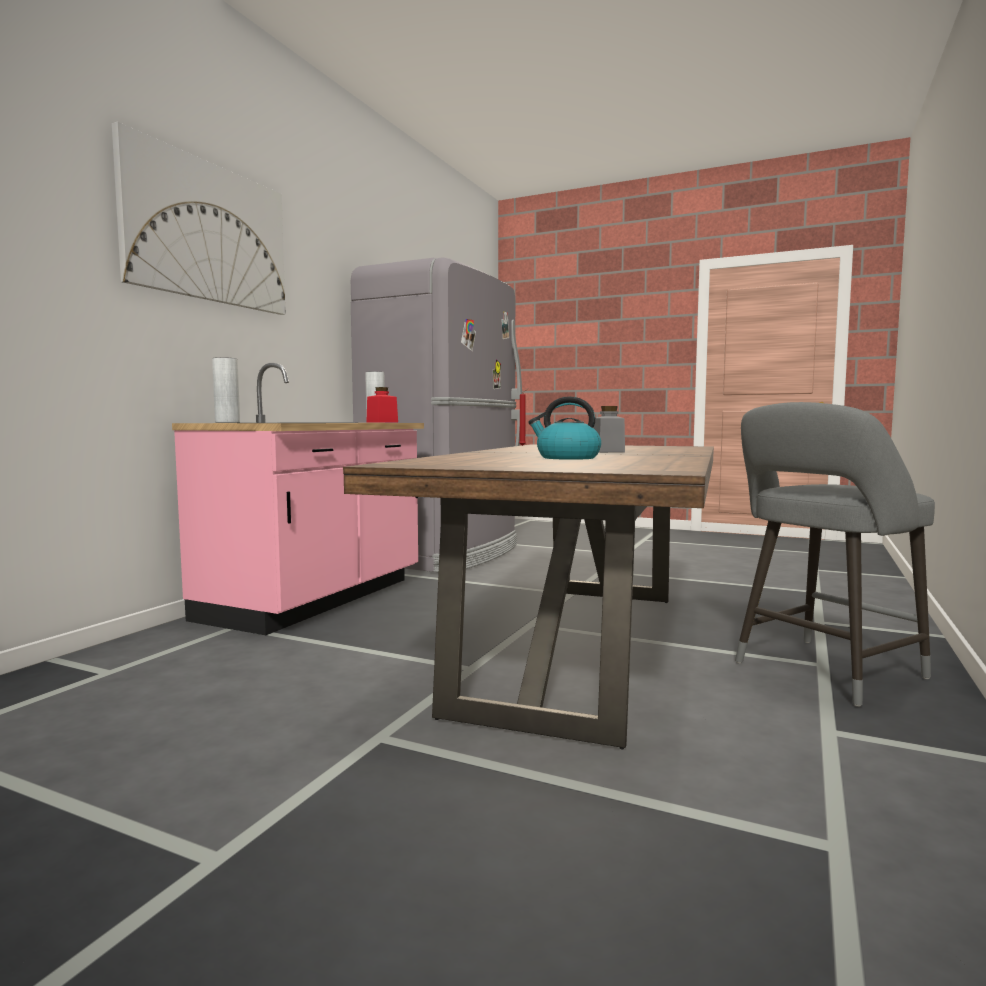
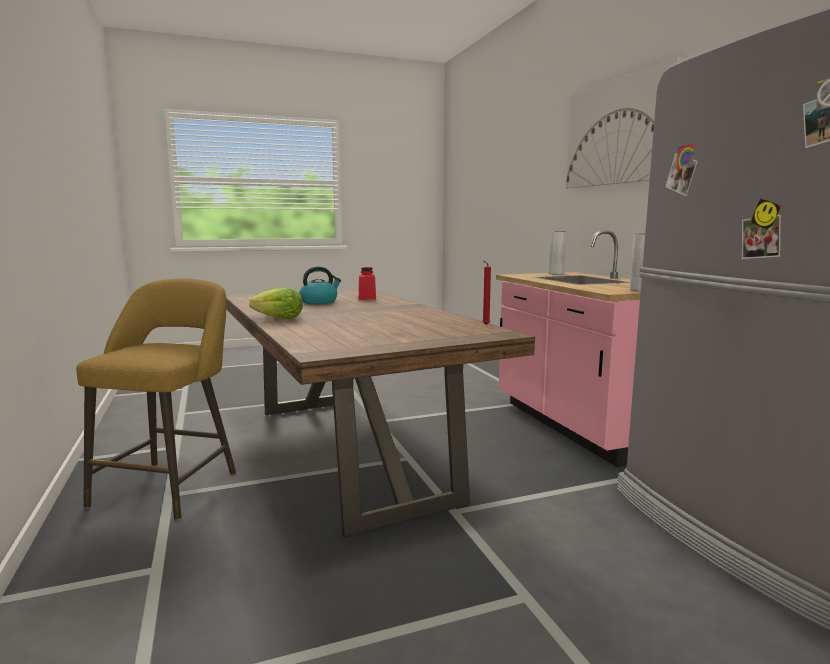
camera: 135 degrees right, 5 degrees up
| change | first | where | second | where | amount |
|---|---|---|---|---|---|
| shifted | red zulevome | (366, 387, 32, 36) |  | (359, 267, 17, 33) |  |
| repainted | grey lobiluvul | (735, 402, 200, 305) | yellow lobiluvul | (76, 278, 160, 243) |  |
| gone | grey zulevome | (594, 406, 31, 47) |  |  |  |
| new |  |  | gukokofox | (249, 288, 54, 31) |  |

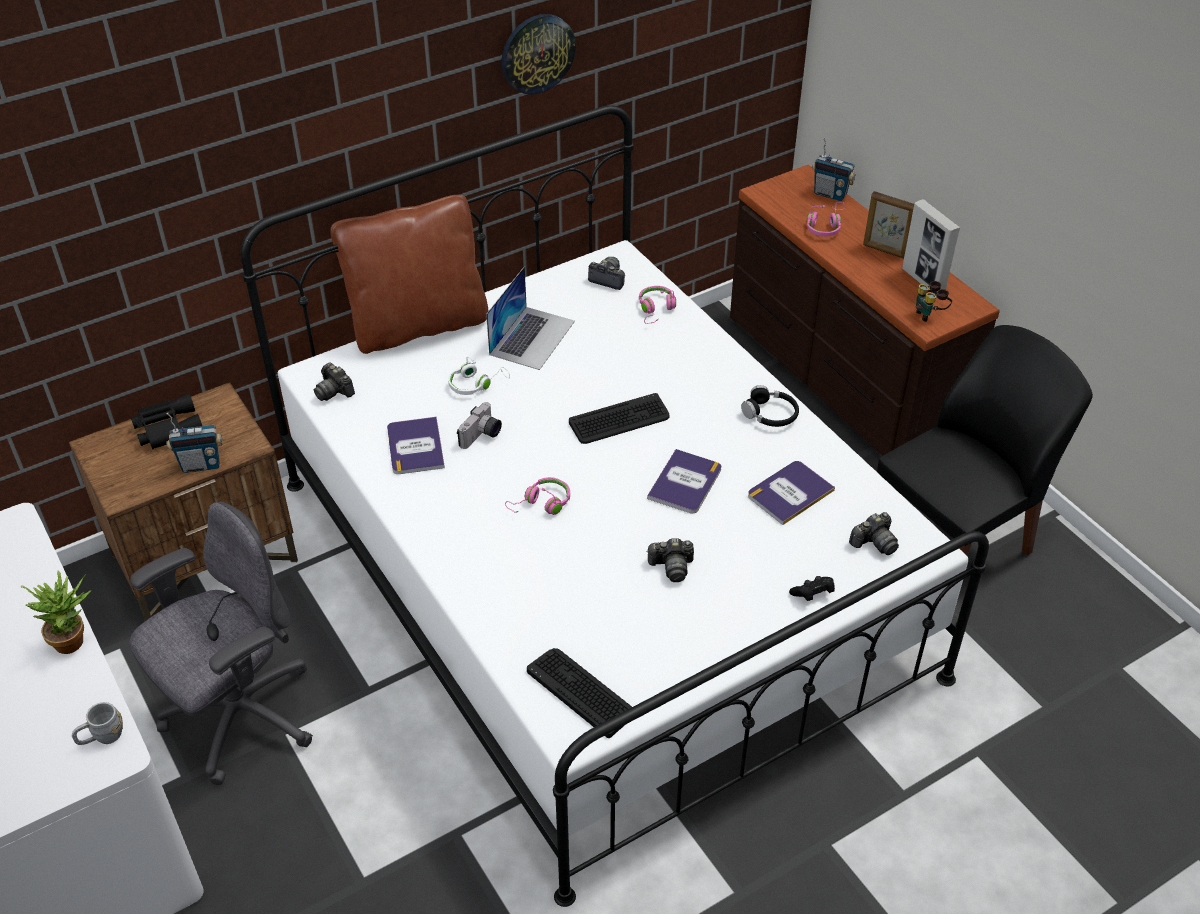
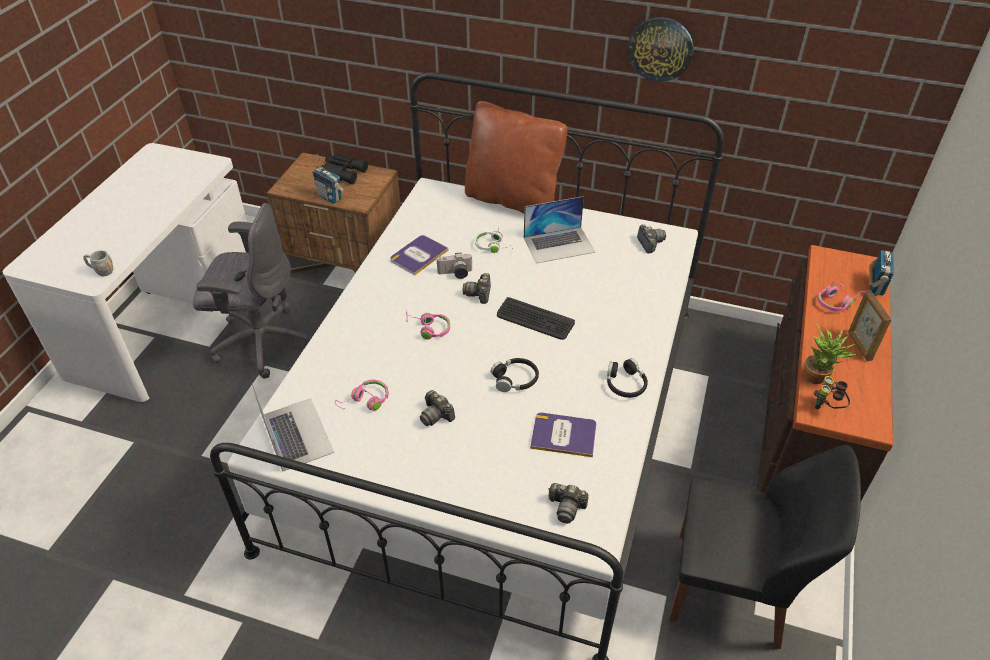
camera: 50 degrees right, 0 degrees up
| change | first | where | second | where | amount |
|---|---|---|---|---|---|
| rotated | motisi | (812, 138, 43, 63) |  | (869, 250, 25, 46) | 150 degrees counterclockwise |
| gone | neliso | (902, 199, 58, 97) |  |  |  |
| shifted | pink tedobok | (639, 286, 37, 38) |  | (335, 380, 54, 31) |  |
| shifted | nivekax | (314, 362, 41, 39) |  | (463, 273, 28, 31) |  |
| swapped | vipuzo | (647, 449, 74, 64) | black tedobok | (490, 358, 49, 34) |  |
| shifted | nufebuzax | (21, 570, 71, 84) |  | (804, 324, 54, 60) |  |
| gone | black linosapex | (789, 576, 46, 25) |  |  |  |
| swapped | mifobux | (527, 648, 105, 90) | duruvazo | (252, 383, 82, 89) |  |

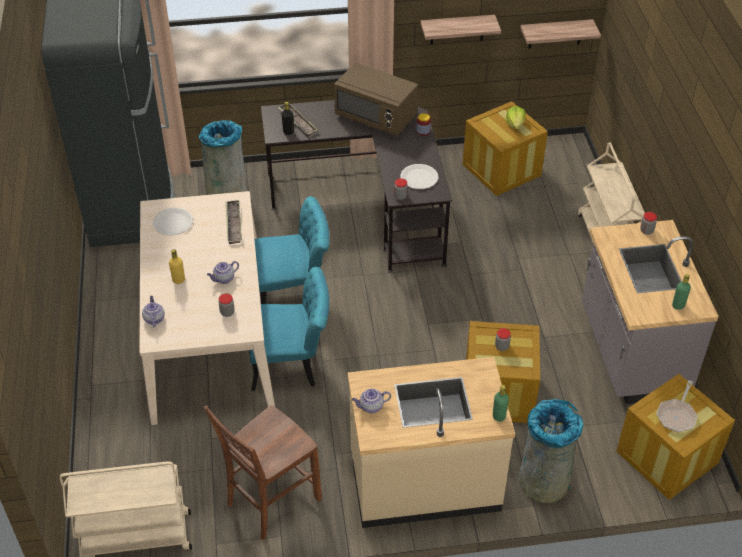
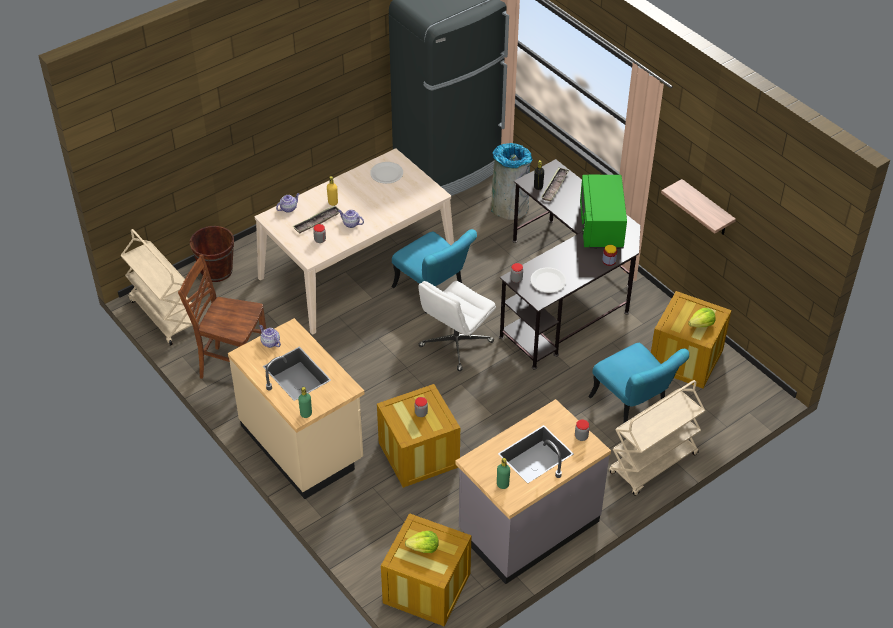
camera: 60 degrees right, 0 degrees up
| change | first | where | second | where | amount |
|---|---|---|---|---|---|
| gone | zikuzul | (521, 19, 80, 29) |  |  |  |
| repainted | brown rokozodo | (334, 63, 84, 73) | green rokozodo | (580, 175, 47, 74) |  |
| shifted | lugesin | (225, 200, 17, 44) |  | (293, 205, 47, 29) |  |
| shifted | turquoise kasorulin | (249, 267, 80, 124) |  | (588, 343, 101, 81) |  |
| swapped | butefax | (656, 380, 42, 52) | gukokofox | (405, 531, 34, 22) |  |
| gone | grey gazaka | (518, 399, 65, 104) |  |  |  |
| new |  |  | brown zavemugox | (190, 226, 44, 56) |  |
| new |  |  | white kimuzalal | (418, 281, 78, 90) |  |

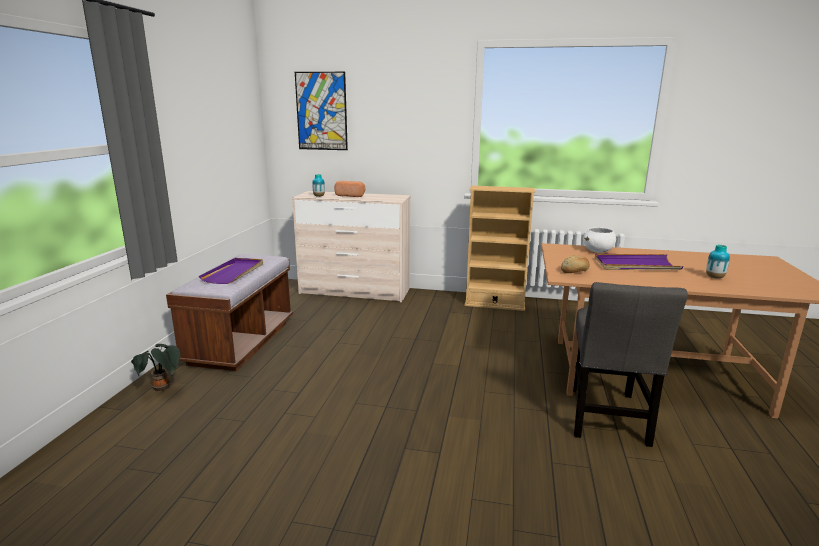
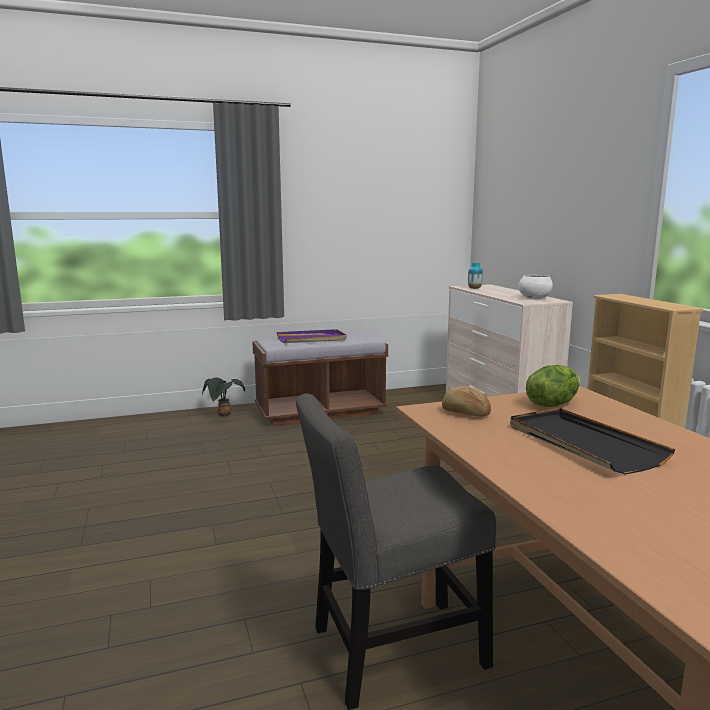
camera: 60 degrees right, 5 degrees down
| change | first | where | second | where | amount |
|---|---|---|---|---|---|
| gone | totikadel | (295, 72, 53, 78) |  |  |  |
| gone | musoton | (334, 181, 31, 16) |  |  |  |
| shifted | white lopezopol | (583, 227, 33, 26) |  | (518, 275, 35, 24) |  |
| gone | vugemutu | (706, 245, 24, 33) |  |  |  |
| repainted | purple lugesin | (595, 254, 88, 16) | black lugesin | (510, 408, 166, 66) |  |
| new |  |  | gukokofox | (526, 365, 54, 42) |  |

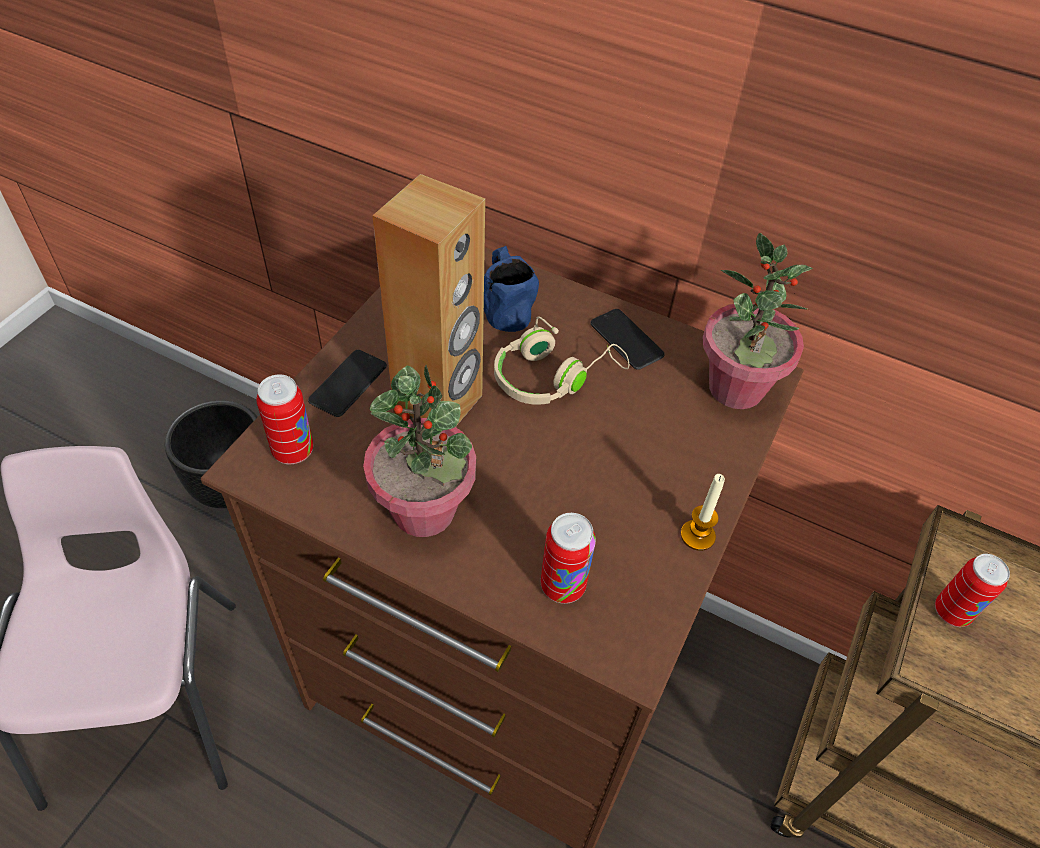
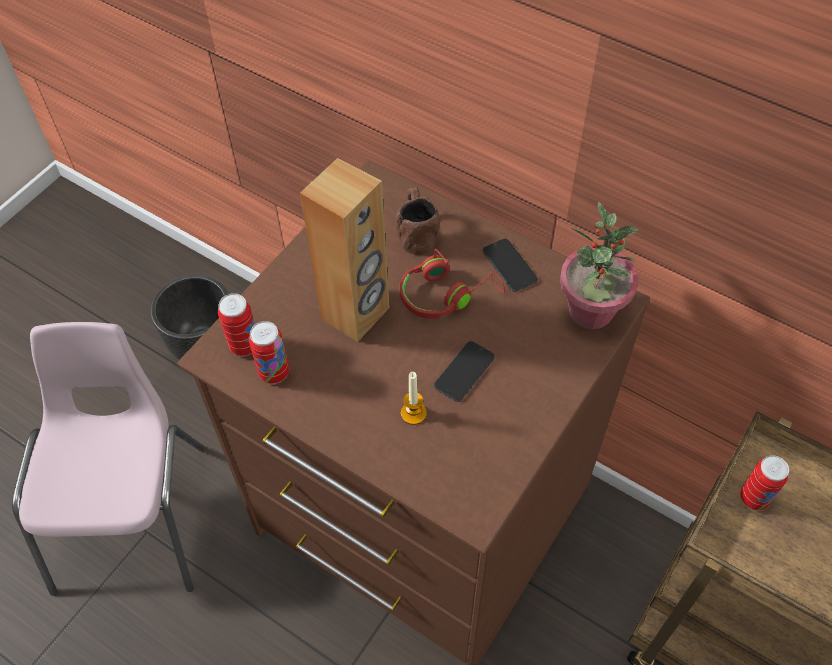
camera: 10 degrees right, 5 degrees up
| change | first | where | second | where | amount |
|---|---|---|---|---|---|
| repainted | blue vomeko | (484, 246, 55, 86) | brown vomeko | (395, 187, 45, 68) |  |
| repainted | beige tedobok | (494, 316, 135, 89) | red tedobok | (399, 249, 106, 70) |  |
| shifted | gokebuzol | (308, 350, 79, 67) |  | (434, 341, 61, 61) |  |
| gone | nufebuzax | (363, 365, 113, 172) |  |  |  |
| shifted | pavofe | (681, 474, 44, 77) |  | (401, 372, 26, 53) |  |
| shifted | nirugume | (541, 513, 55, 91) |  | (249, 321, 40, 63) |  |

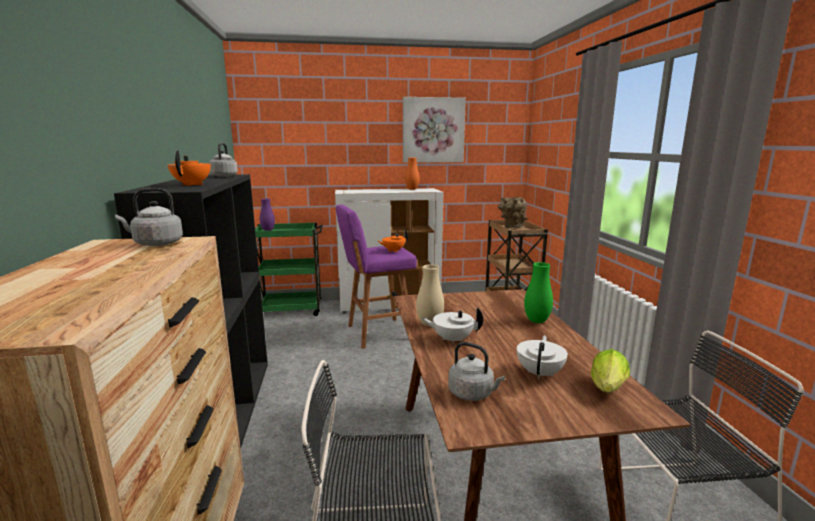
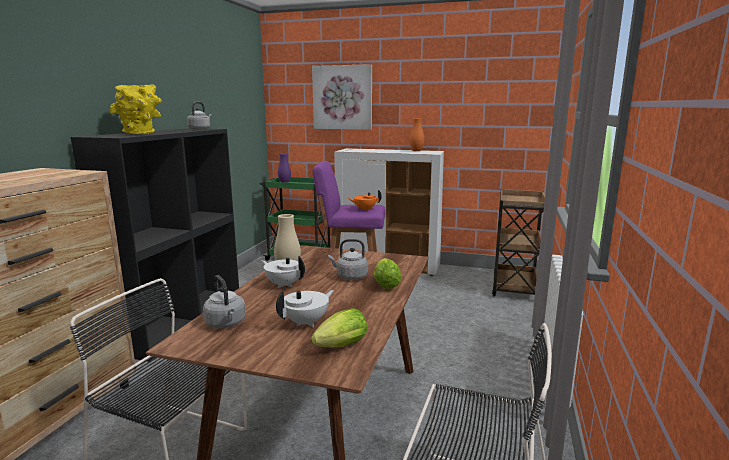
camera: 25 degrees right, 0 degrees up
| change | first | where | second | where | amount |
|---|---|---|---|---|---|
| shifted | totikadel | (403, 97, 63, 66) |  | (312, 64, 60, 66) |  |
| swapped | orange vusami | (168, 150, 43, 36) | yellow vugemutu | (110, 84, 52, 51) |  |
| shifted | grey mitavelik | (115, 188, 68, 58) |  | (328, 239, 40, 41) |  |
| gone | brown vugemutu | (498, 197, 30, 31) |  |  |  |
| swapped | green vugemutu | (524, 262, 29, 61) | gukokofox | (374, 258, 27, 31) |  |

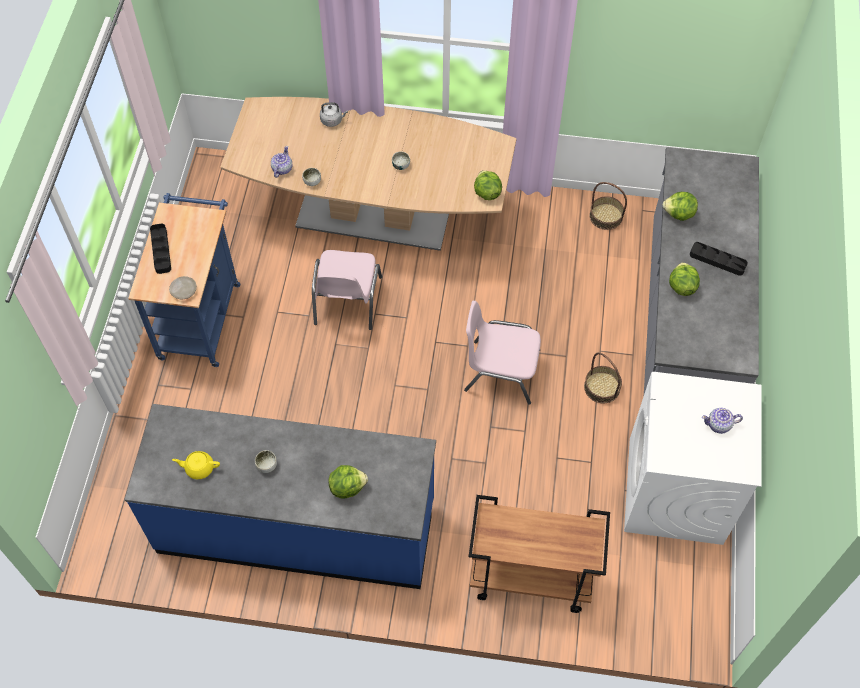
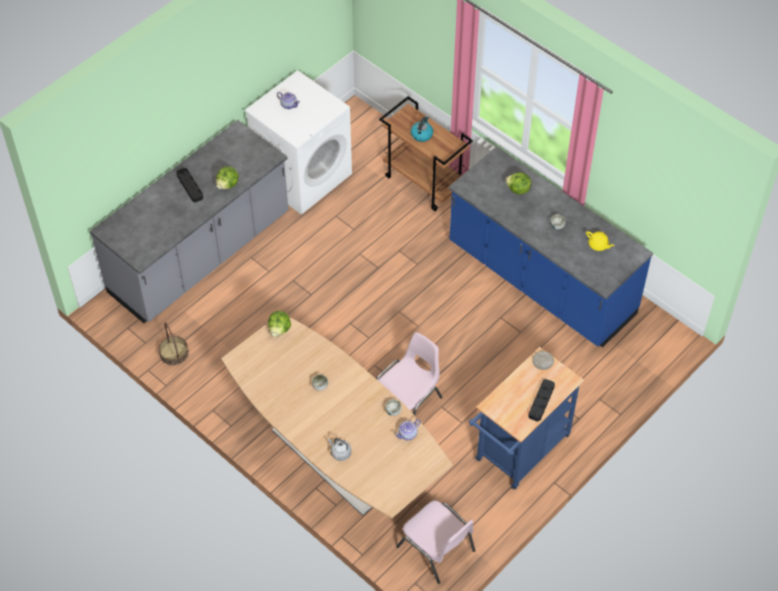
camera: 145 degrees left, 5 degrees down
| change | first | where | second | where | amount |
|---|---|---|---|---|---|
| gone | gukokofox | (662, 192, 36, 29) |  |  |  |
| shifted | pink kasorulin | (464, 301, 77, 104) |  | (396, 500, 79, 84) |  |
| gone | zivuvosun | (584, 352, 38, 51) |  |  |  |
| new |  |  | mitavelik | (411, 116, 22, 26) |  |

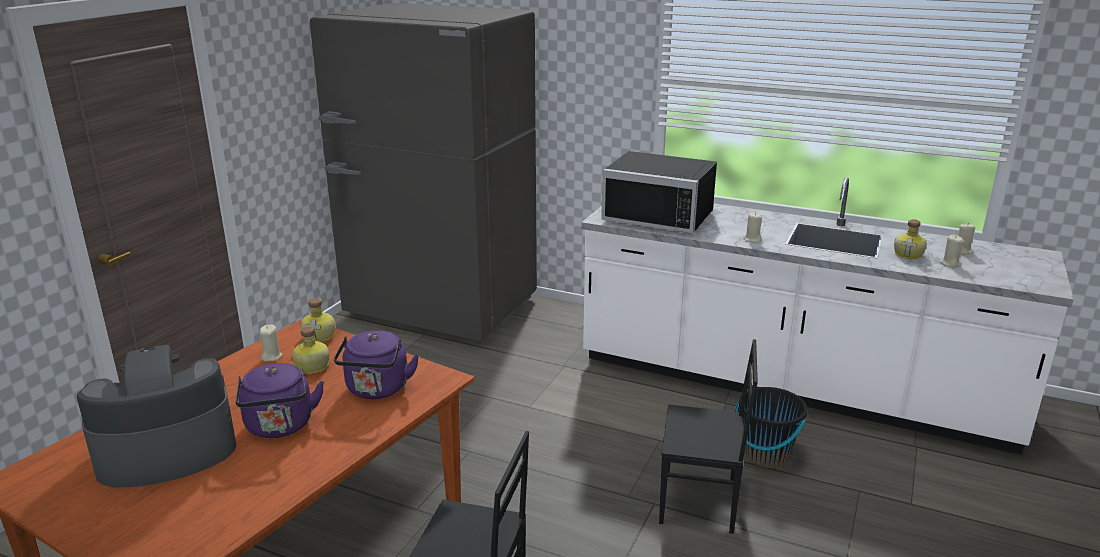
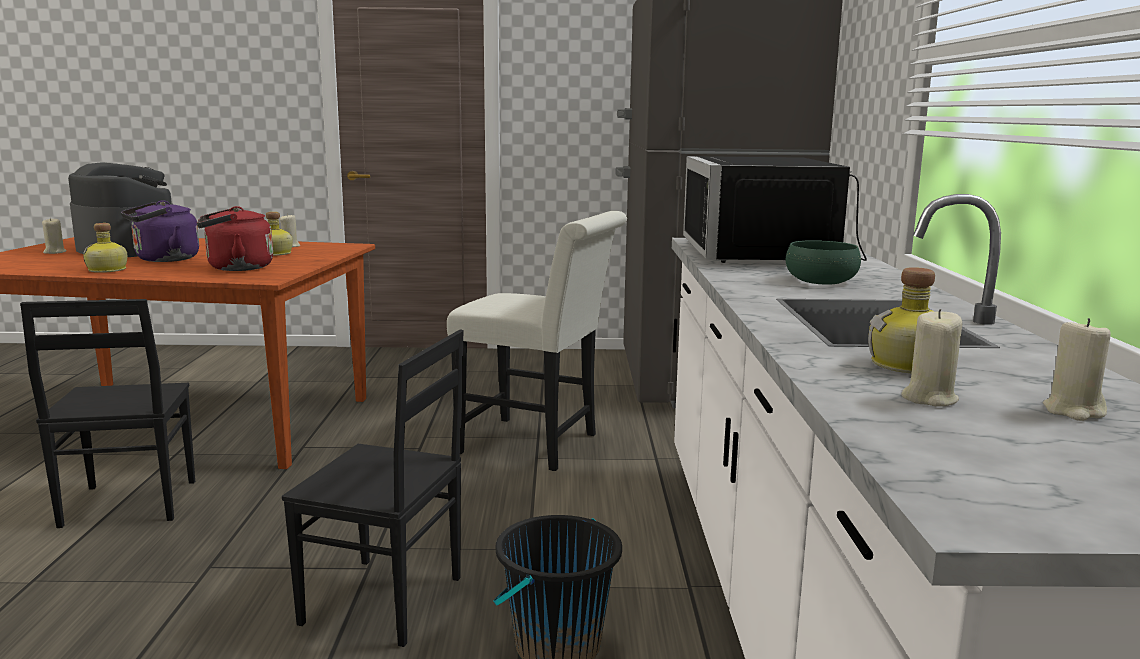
camera: 65 degrees right, 10 degrees down
| change | first | where | second | where | amount |
|---|---|---|---|---|---|
| shifted | beige pavofe | (743, 213, 19, 30) |  | (42, 217, 24, 37) |  |
| shifted | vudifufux | (301, 298, 34, 44) |  | (83, 223, 44, 50) |  |
| repainted | purple mitavelik | (334, 330, 85, 69) | red mitavelik | (197, 206, 76, 65) |  |
| rotated | black kasorulin | (659, 339, 99, 195) |  | (282, 330, 182, 317) | 60 degrees counterclockwise |
| new |  |  | white kasorulin | (447, 211, 180, 260) |  |
| new |  |  | green lopezopol | (786, 240, 75, 45) |  |

